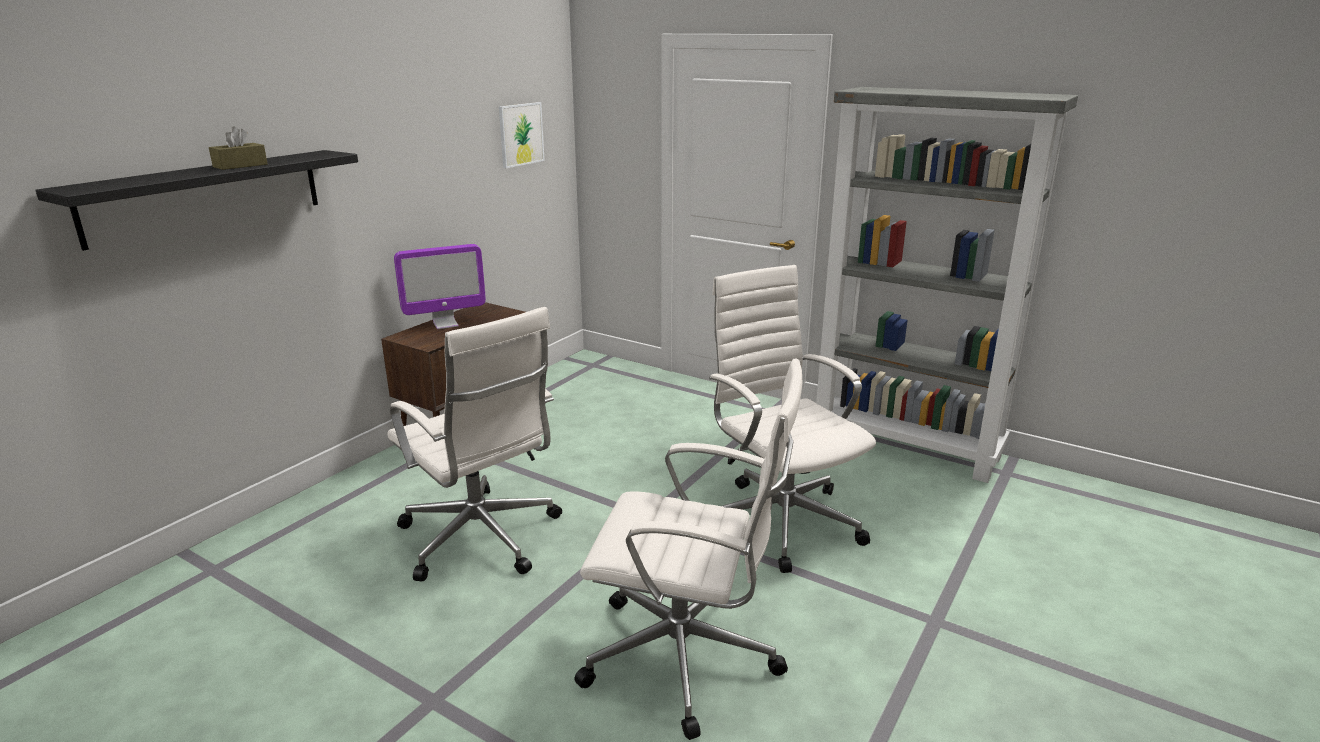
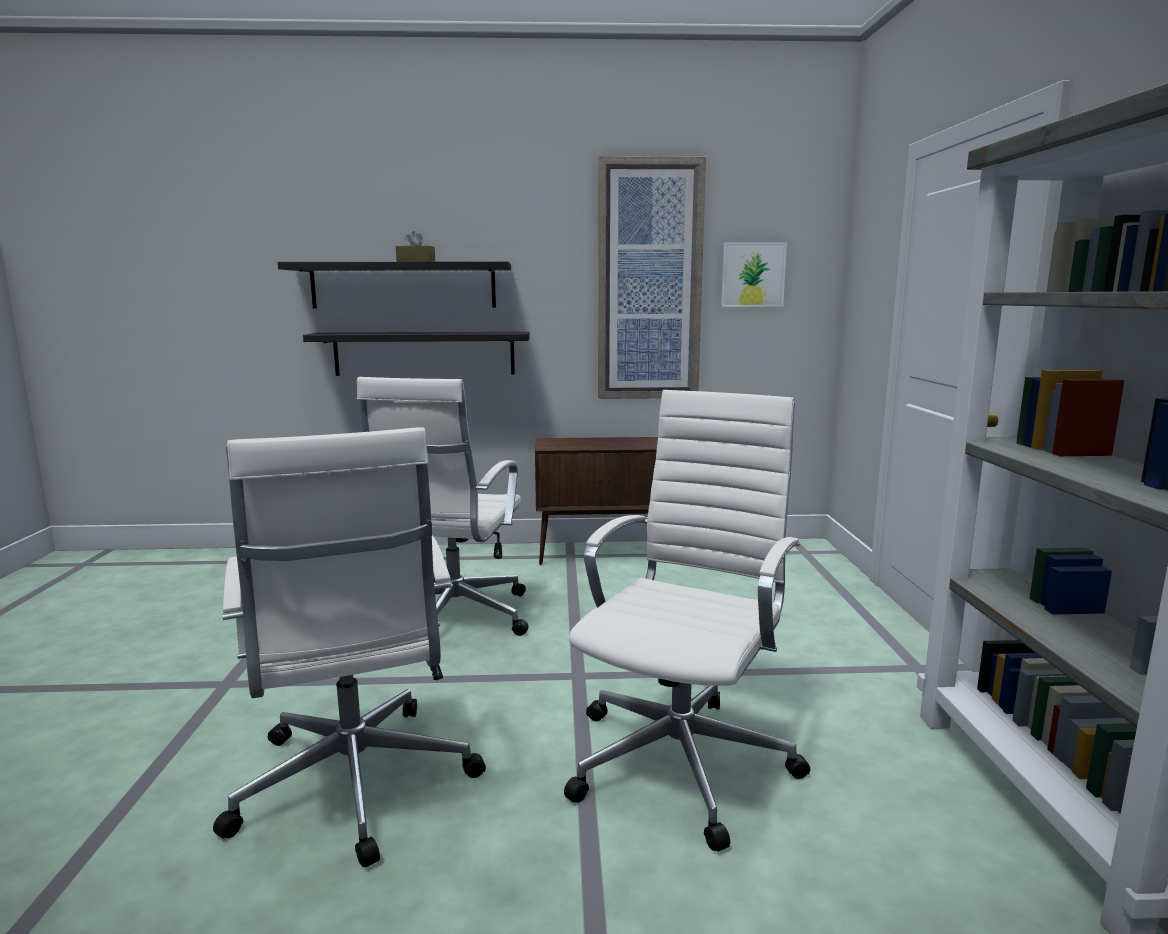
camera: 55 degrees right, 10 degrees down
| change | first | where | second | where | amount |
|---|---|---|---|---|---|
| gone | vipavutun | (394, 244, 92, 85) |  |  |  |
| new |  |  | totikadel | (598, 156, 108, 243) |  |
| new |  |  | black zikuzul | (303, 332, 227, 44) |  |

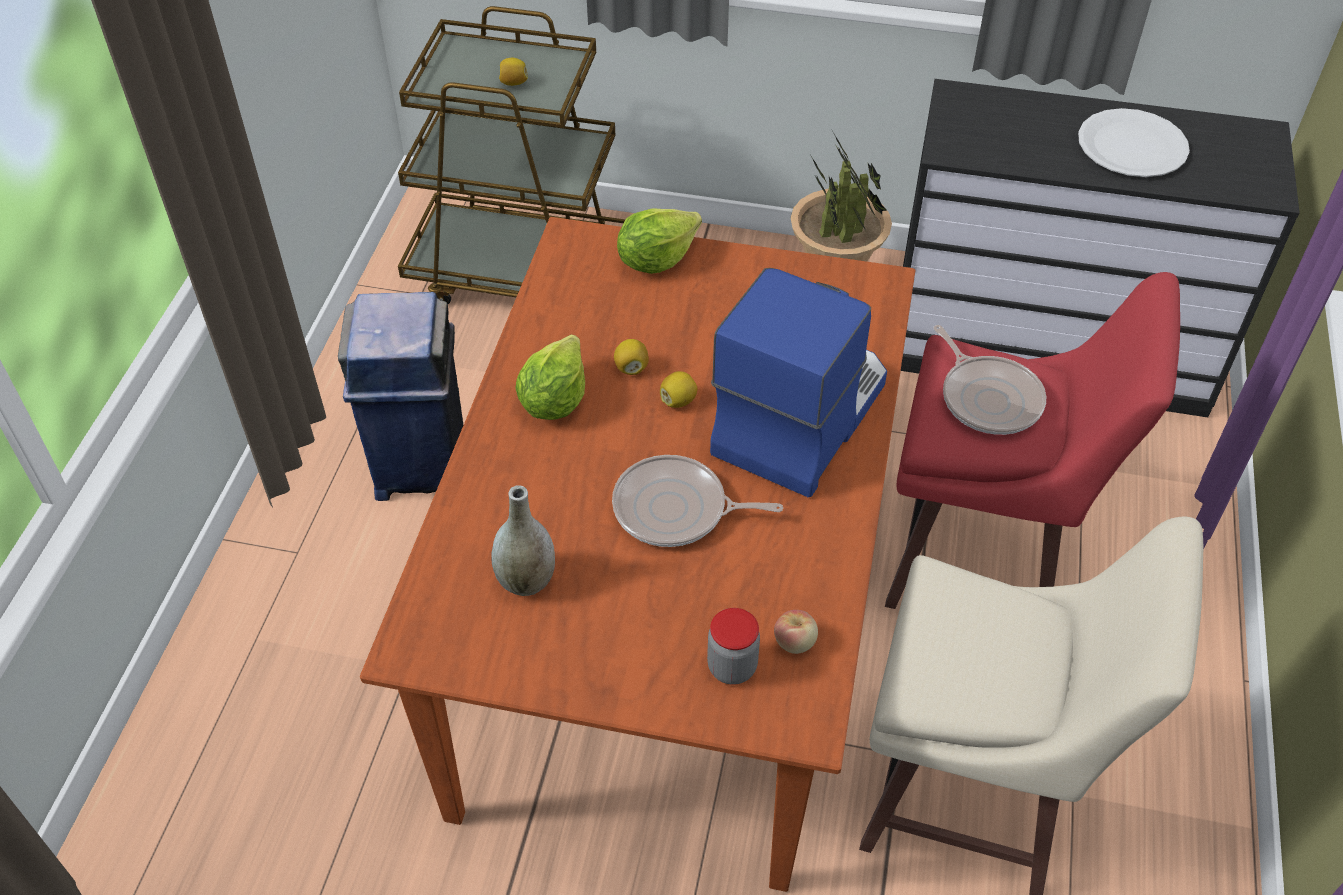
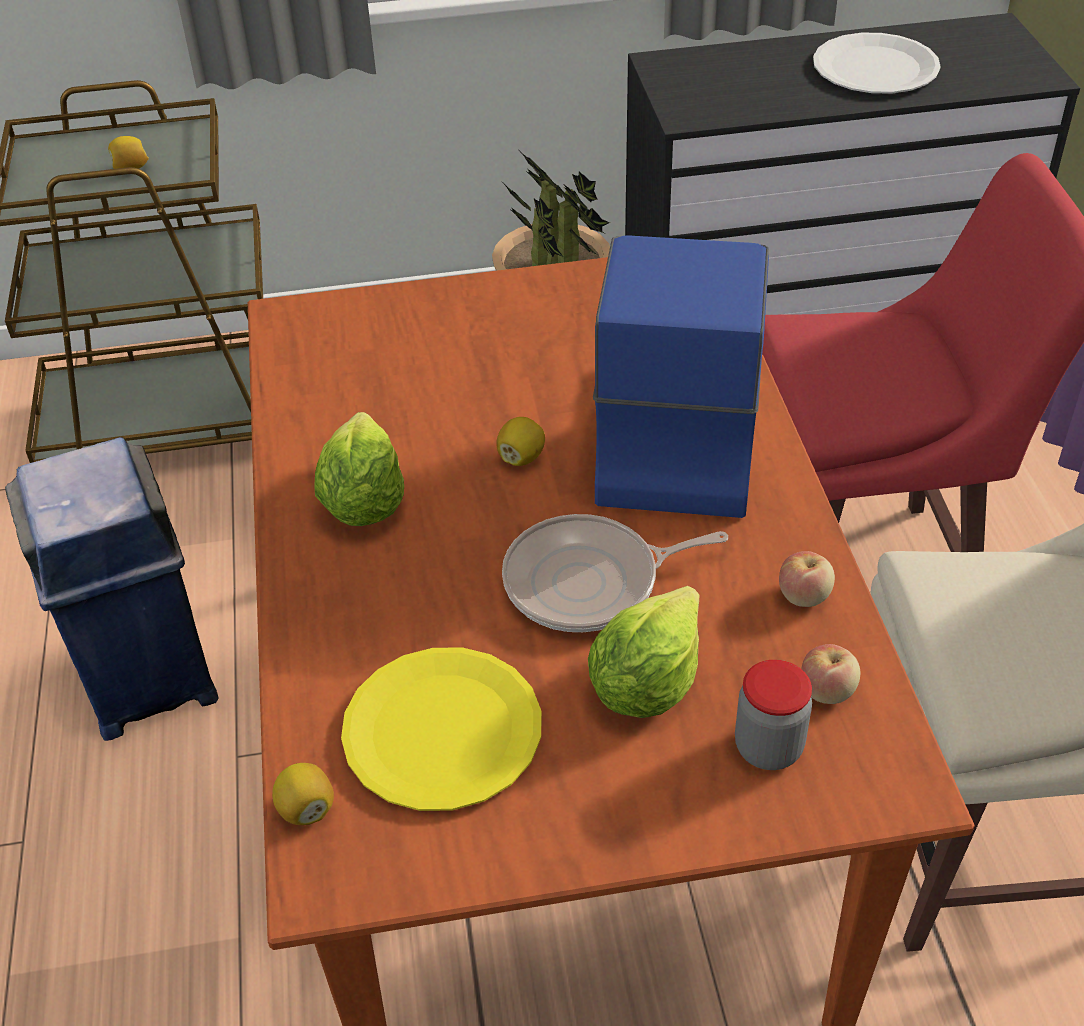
camera: 20 degrees left, 5 degrees down
| change | first | where | second | where | amount |
|---|---|---|---|---|---|
| shifted | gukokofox | (617, 208, 85, 66) |  | (588, 586, 112, 132) |  |
| gone | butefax | (934, 325, 112, 110) |  |  |  |
| shifted | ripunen | (614, 339, 35, 36) |  | (272, 763, 62, 62) |  |
| swapped | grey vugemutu | (491, 485, 64, 111) | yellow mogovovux | (341, 647, 201, 164) |  |
| new |  |  | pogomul | (779, 551, 56, 56) |  |

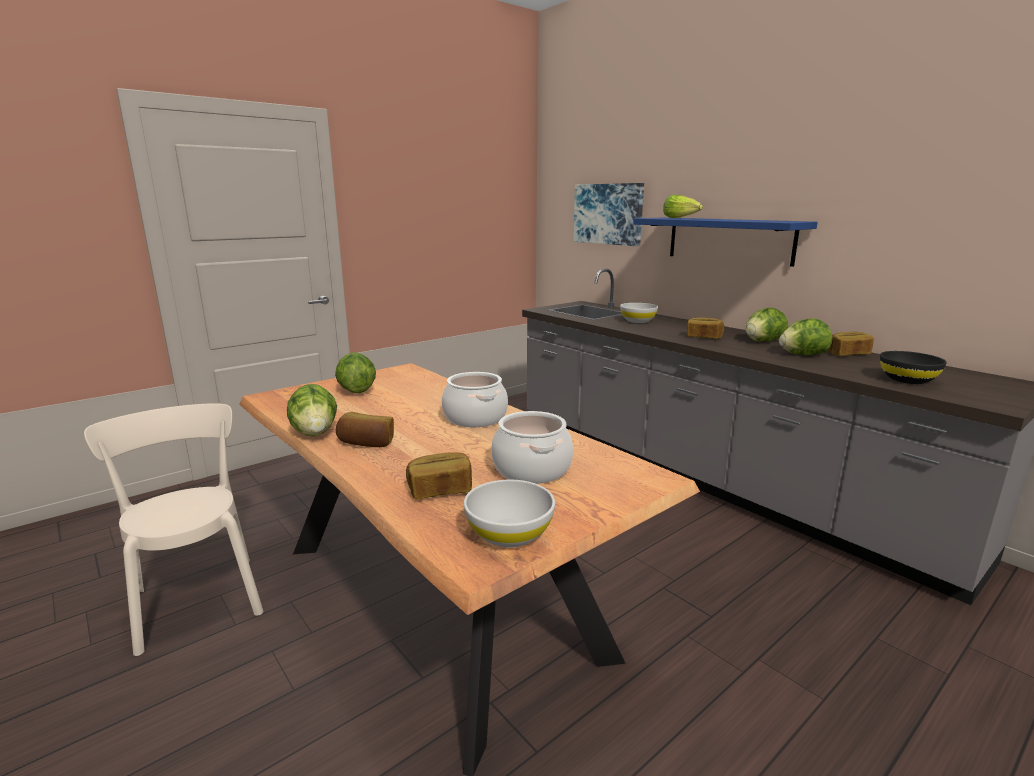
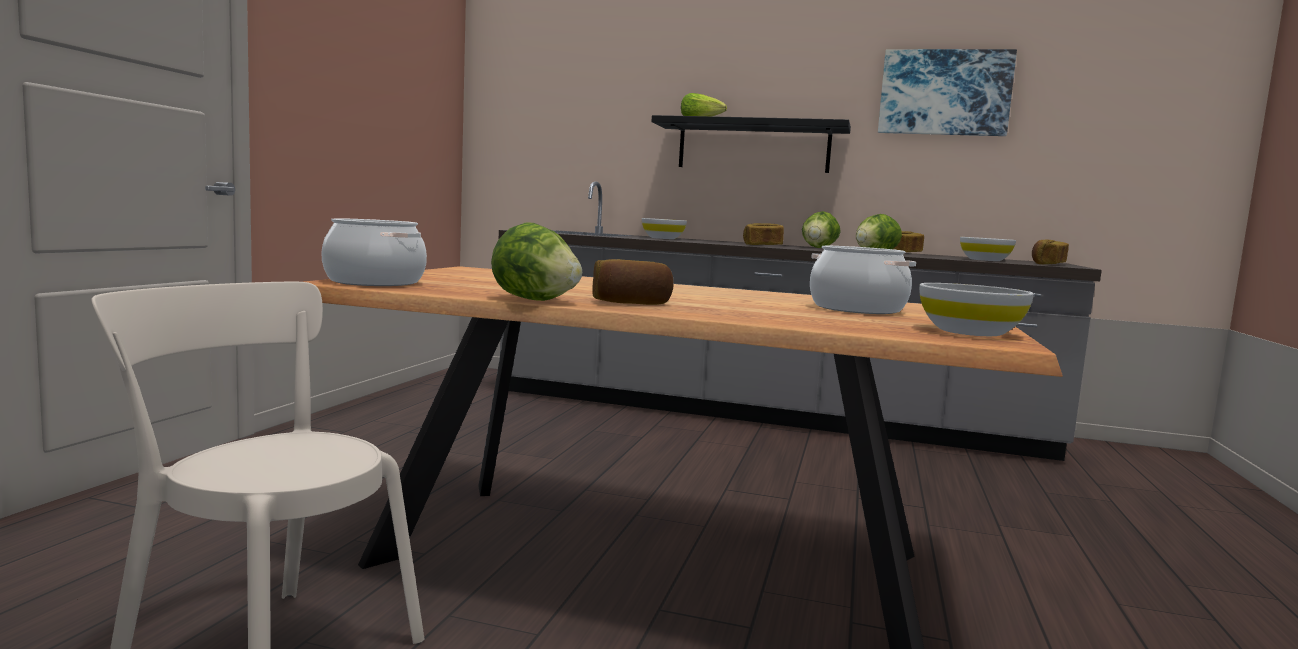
camera: 35 degrees left, 10 degrees down
| change | first | where | second | where | amount |
|---|---|---|---|---|---|
| shifted | totikadel | (573, 183, 71, 63) |  | (878, 49, 139, 87) |  |
| repainted | blue zikuzul | (633, 218, 185, 49) | black zikuzul | (651, 115, 200, 58) |  |
| repainted | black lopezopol | (880, 351, 67, 33) | white lopezopol | (960, 237, 56, 24) |  |
| gone | gukokofox | (335, 352, 41, 41) |  |  |  |
| shifted | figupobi | (442, 372, 66, 55) |  | (321, 218, 106, 68) |  |
| shifted | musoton | (406, 452, 66, 48) |  | (1032, 240, 37, 24) |  |

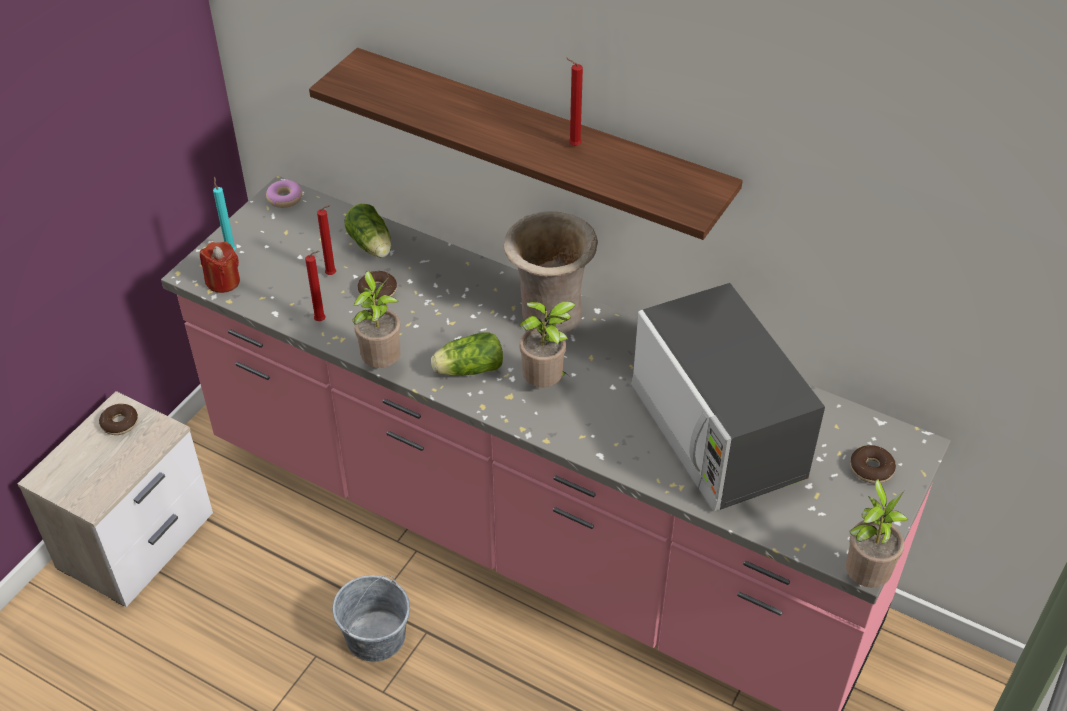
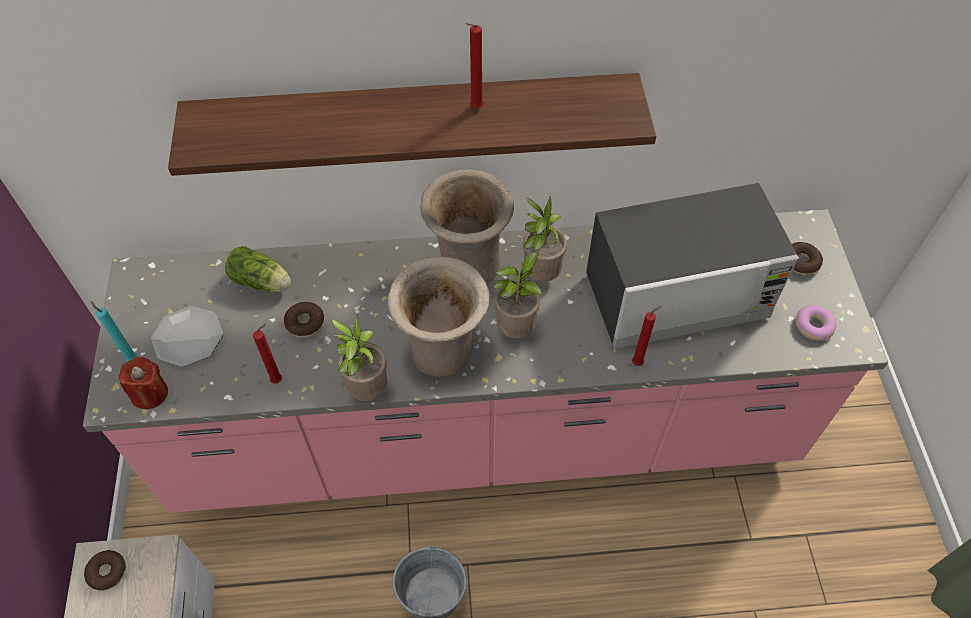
camera: 35 degrees left, 10 degrees up
| change | first | where | second | where | amount |
|---|---|---|---|---|---|
| shifted | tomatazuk | (266, 180, 37, 28) |  | (795, 305, 41, 36) |  |
| shifted | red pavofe | (317, 205, 19, 70) |  | (632, 306, 29, 60) |  |
| rotated | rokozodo | (631, 283, 194, 228) |  | (586, 183, 213, 166) | 45 degrees counterclockwise |
| swapped | gukokofox | (431, 332, 72, 44) | beige vugemutu | (388, 257, 102, 120) |  |
| shifted | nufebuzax | (846, 479, 63, 109) |  | (523, 197, 44, 85) |  |
| new |  |  | mogovovux | (151, 306, 72, 61) |  |

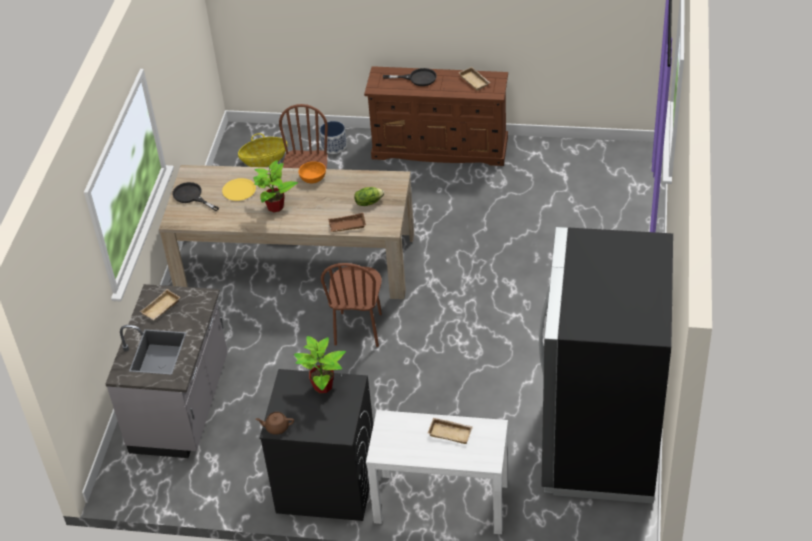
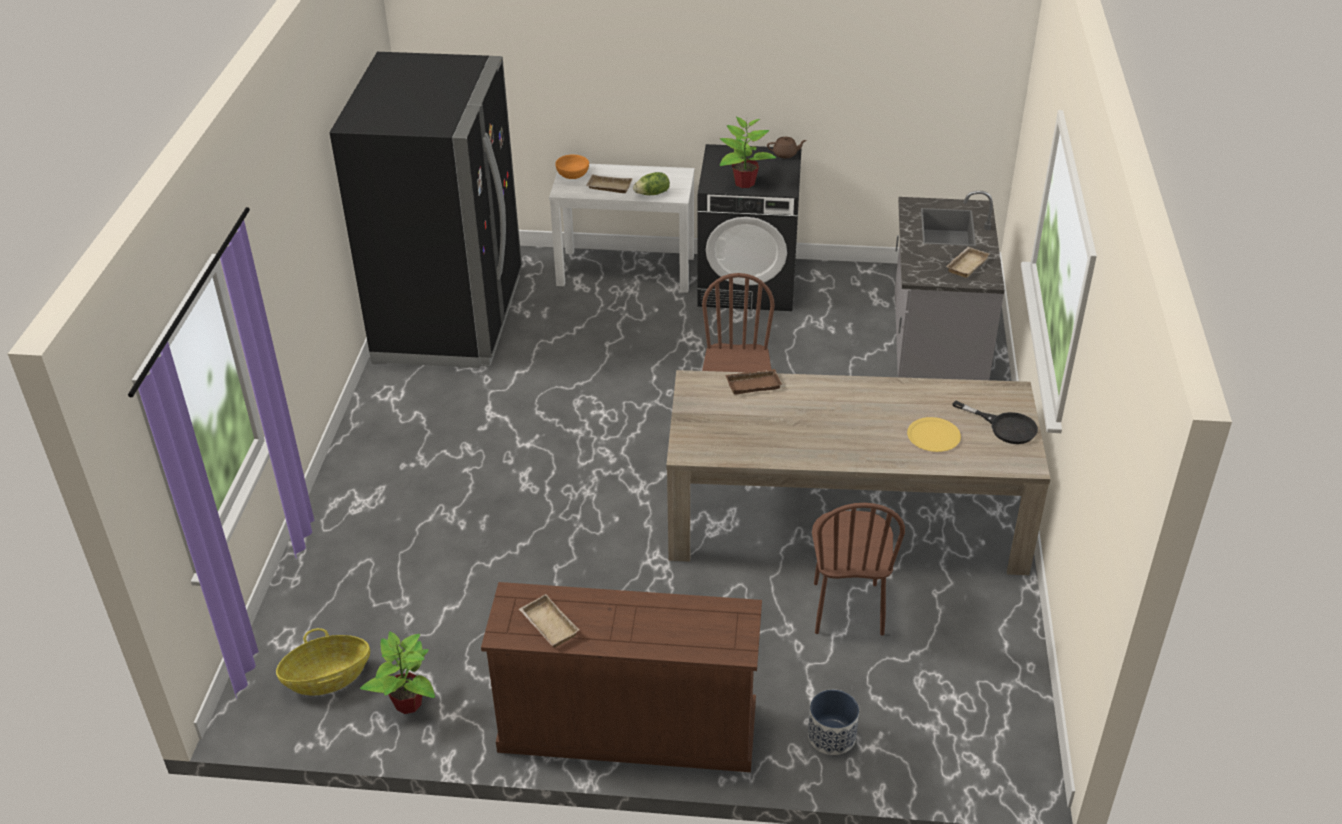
camera: 175 degrees right, 5 degrees down
| change | first | where | second | where | amount |
|---|---|---|---|---|---|
| gone | black butefax | (383, 68, 54, 18) |  |  |  |
| shifted | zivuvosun | (238, 133, 49, 34) |  | (276, 628, 94, 68) |  |
| shifted | nufebuzax | (253, 160, 45, 52) |  | (360, 631, 75, 83) |  |
| shifted | orange lopezopol | (298, 161, 28, 22) |  | (555, 155, 34, 24) |  |
| shifted | gukokofox | (354, 187, 30, 19) |  | (633, 172, 37, 23) |  |

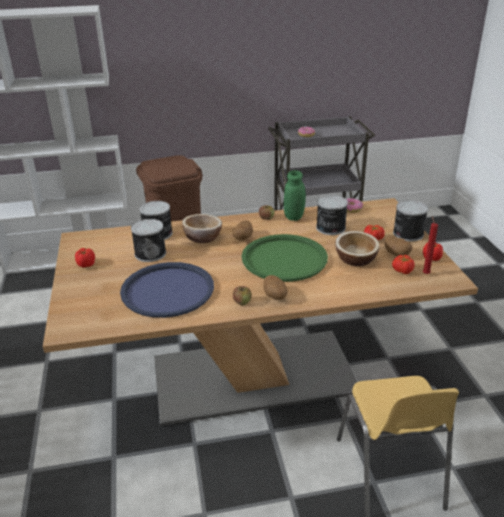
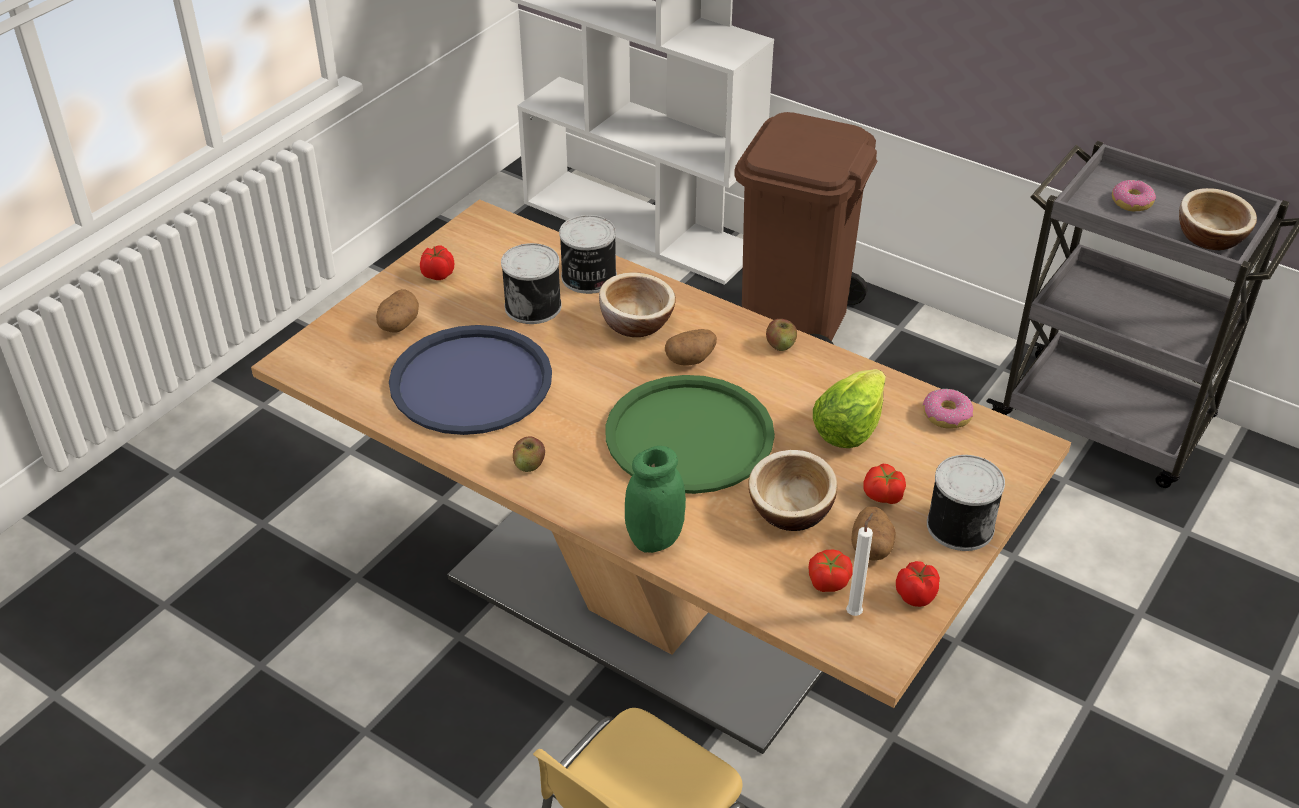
camera: 45 degrees right, 10 degrees up
| change | first | where | second | where | amount |
|---|---|---|---|---|---|
| shifted | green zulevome | (284, 170, 22, 51) |  | (625, 446, 61, 107) |  |
| swapped | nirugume | (316, 195, 32, 40) | gukokofox | (813, 369, 73, 79) |  |
| repainted | red pavofe | (423, 216, 15, 58) | white pavofe | (846, 513, 27, 103) |  |
| shifted | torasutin | (263, 275, 24, 25) |  | (376, 289, 43, 44) |  |
| new |  |  | lopezopol | (1179, 188, 78, 63) |  |

